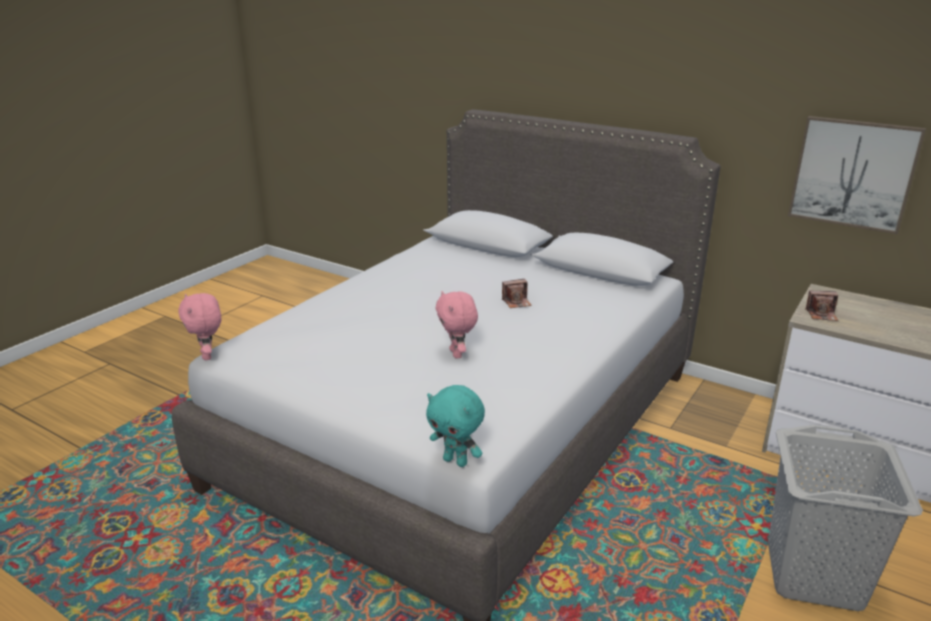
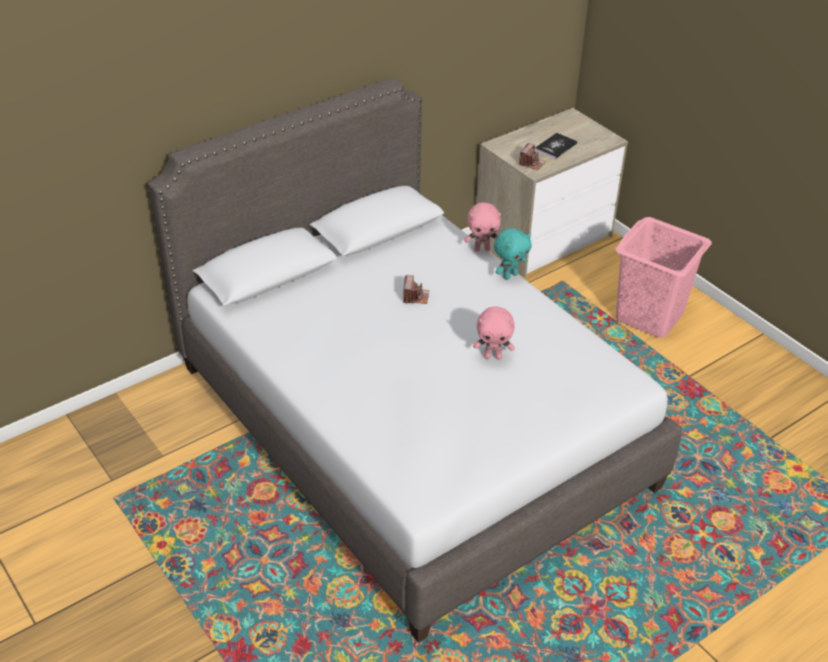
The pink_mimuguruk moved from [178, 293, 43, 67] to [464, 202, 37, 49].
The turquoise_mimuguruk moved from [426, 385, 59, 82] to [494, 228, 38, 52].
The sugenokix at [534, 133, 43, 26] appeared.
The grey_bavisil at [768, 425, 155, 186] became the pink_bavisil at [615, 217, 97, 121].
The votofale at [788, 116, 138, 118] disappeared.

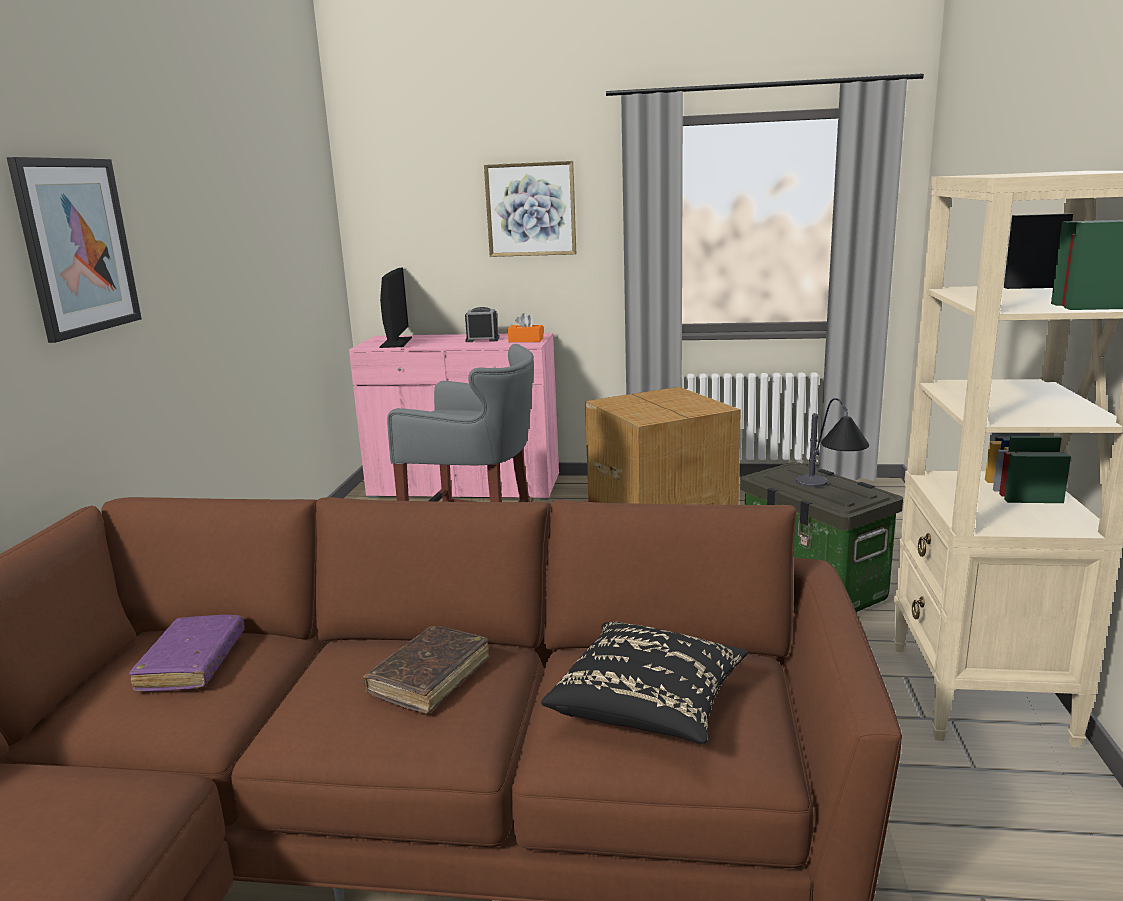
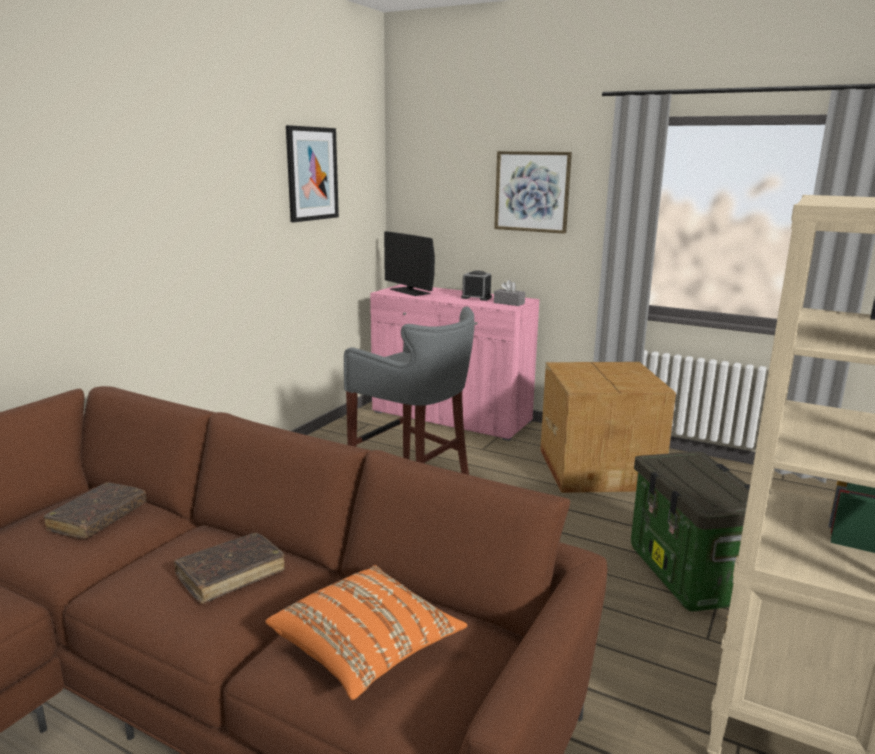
The purple_sugenokix at [129, 615, 116, 77] became the brown_sugenokix at [43, 482, 103, 57].
The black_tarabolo at [541, 622, 207, 122] became the orange_tarabolo at [265, 565, 202, 135].
The votofale moved from [7, 157, 135, 186] to [286, 125, 53, 97].
The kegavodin at [379, 268, 33, 80] turned 120 degrees clockwise.
The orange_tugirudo at [508, 313, 35, 29] became the grey_tugirudo at [494, 280, 31, 26].
The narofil at [796, 398, 73, 89] disappeared.

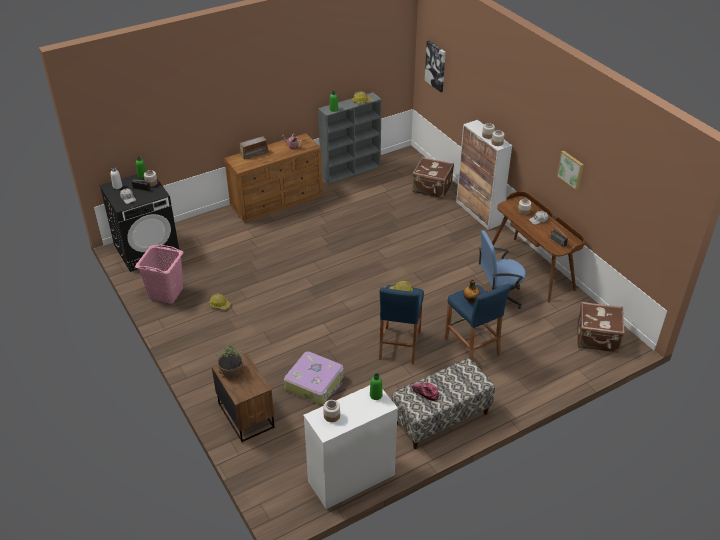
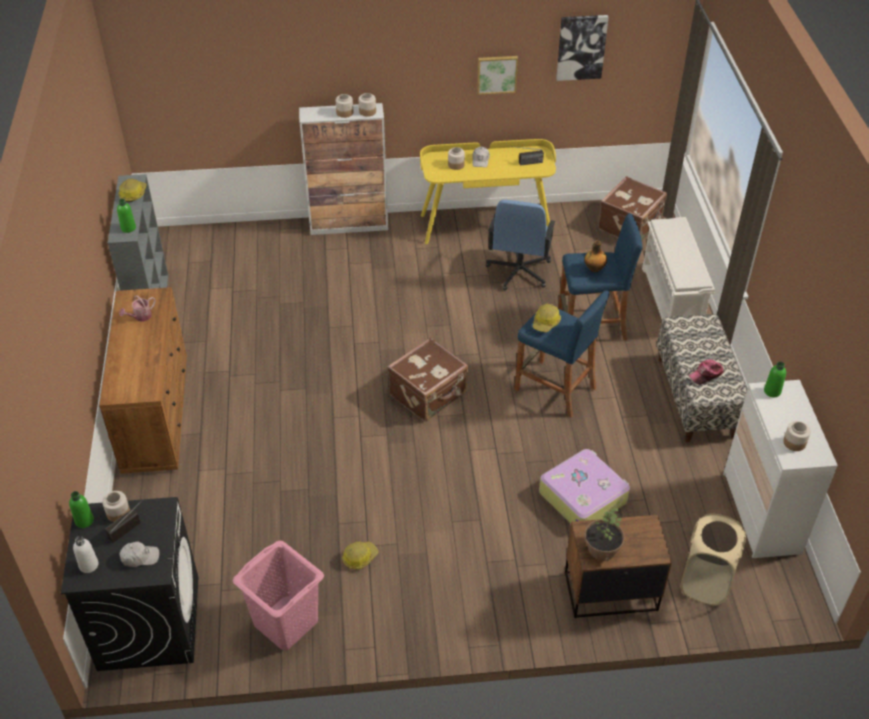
The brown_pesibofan moved from [412, 157, 42, 41] to [387, 338, 81, 83].
The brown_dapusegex at [492, 191, 93, 112] became the yellow_dapusegex at [420, 139, 136, 105].
The votofale moved from [425, 40, 21, 52] to [556, 15, 53, 66].
The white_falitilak at [642, 217, 73, 103] appeared.
The beige_bavisil at [680, 513, 66, 93] appeared.
The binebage at [240, 136, 29, 24] disappeared.

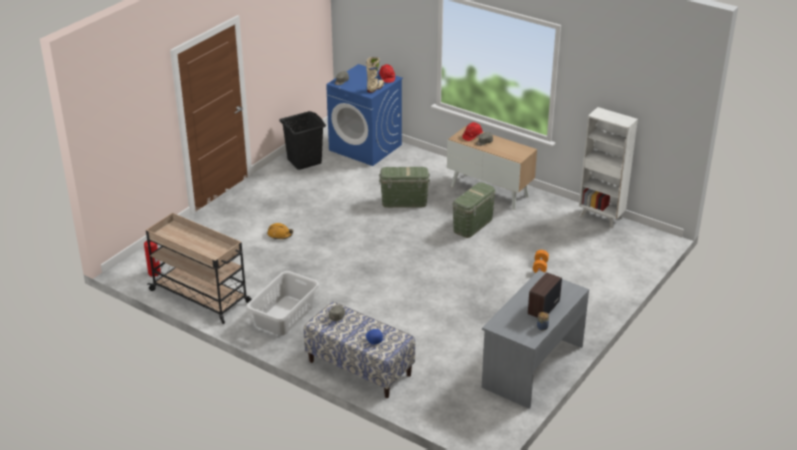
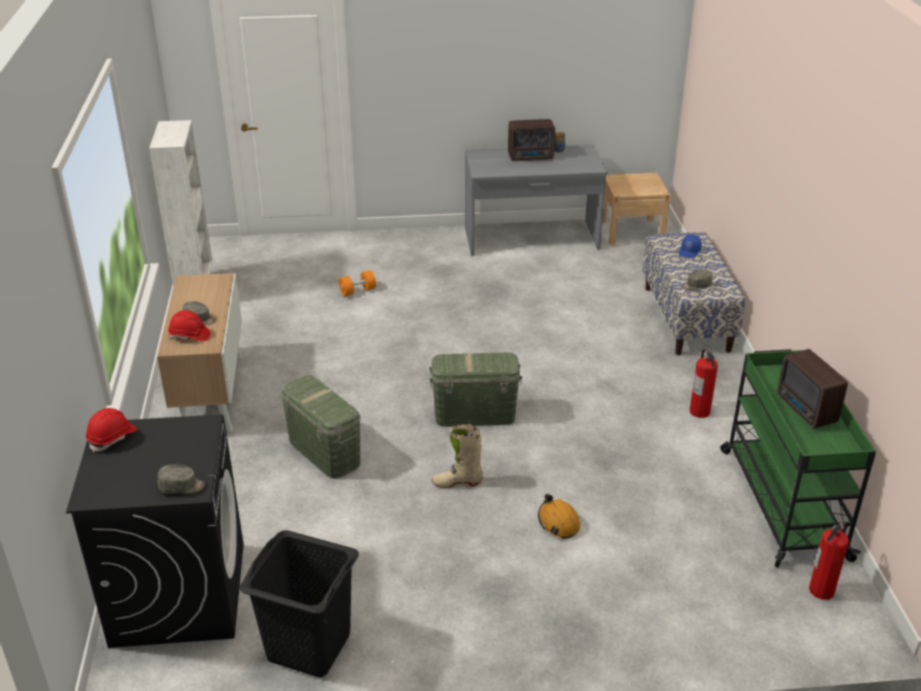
The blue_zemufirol at [326, 64, 77, 102] became the black_zemufirol at [66, 414, 178, 234].
The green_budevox moved from [453, 182, 43, 56] to [429, 352, 93, 75].
The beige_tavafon moved from [366, 57, 18, 36] to [432, 424, 51, 64].
The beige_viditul at [602, 173, 68, 72] appeared.
The grey_bavisil at [246, 271, 74, 64] was replaced by the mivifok at [690, 349, 28, 69].
The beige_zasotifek at [146, 213, 106, 111] became the green_zasotifek at [721, 349, 155, 218].
The binebage at [777, 349, 71, 79] appeared.

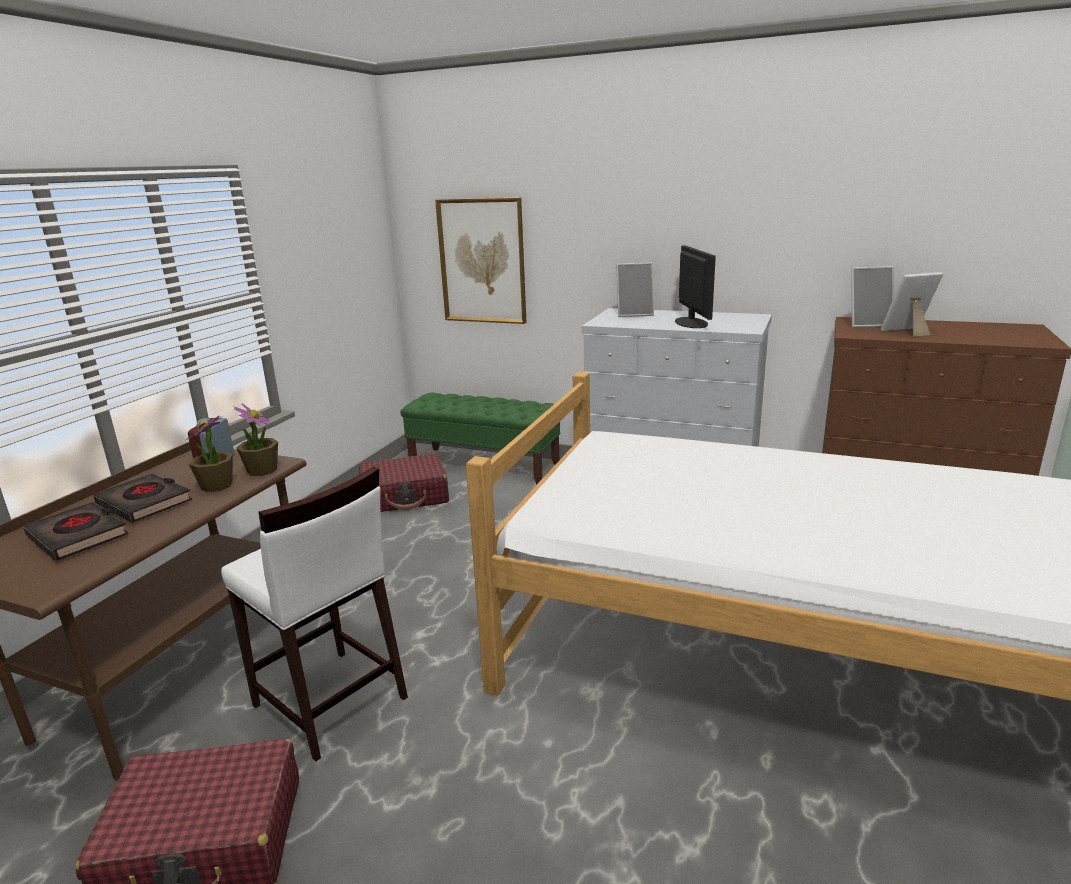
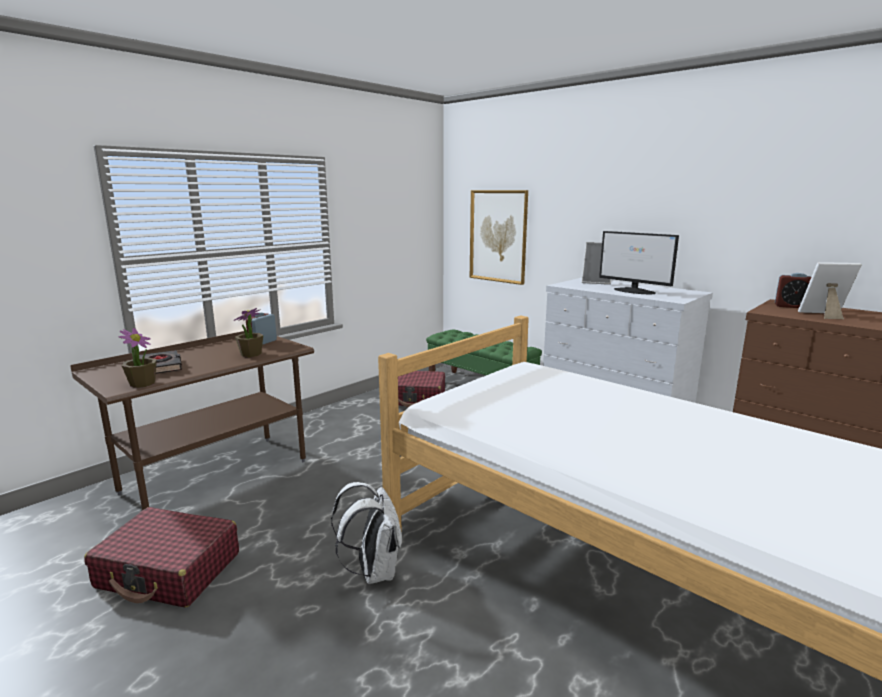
The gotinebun moved from [234, 403, 44, 73] to [118, 328, 39, 60].
The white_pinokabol at [331, 482, 71, 102] appeared.
The kegavodin at [675, 245, 41, 83] turned 120 degrees clockwise.
The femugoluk at [851, 266, 43, 62] was replaced by the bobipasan at [775, 273, 37, 35].
The black_sugenokix at [93, 474, 99, 49] disappeared.
The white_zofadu at [221, 466, 187, 295] disappeared.

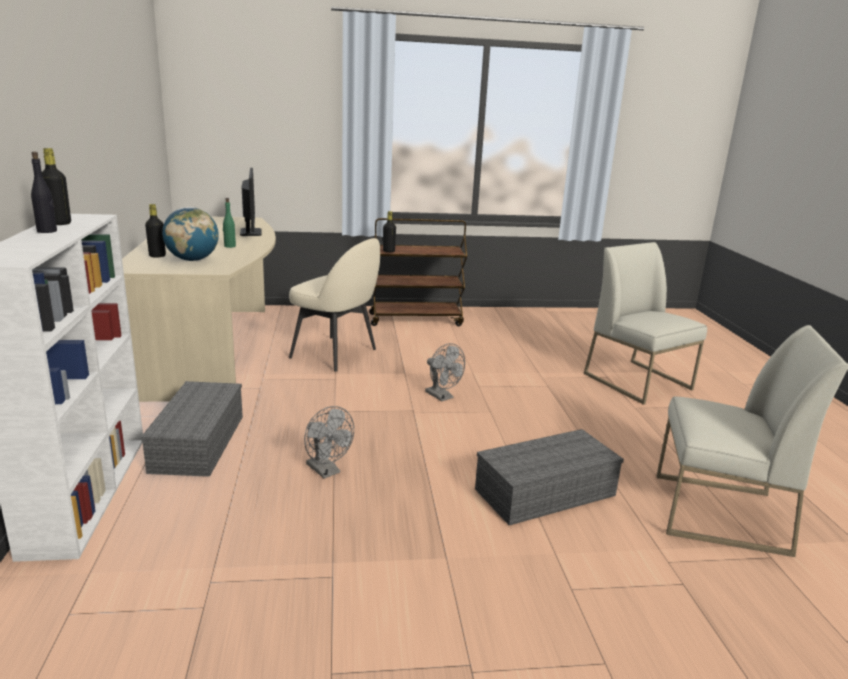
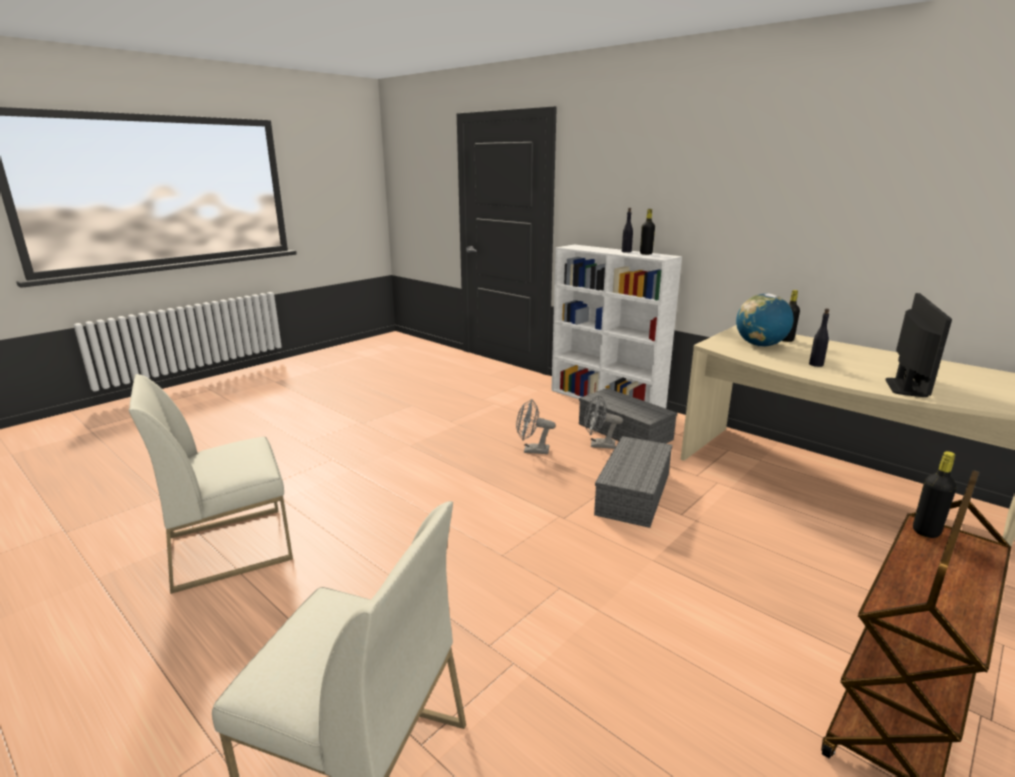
The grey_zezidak moved from [425, 343, 40, 58] to [584, 394, 39, 55].
The grey_budevox moved from [475, 429, 149, 96] to [594, 436, 78, 92].
The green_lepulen at [223, 198, 13, 50] became the black_lepulen at [809, 308, 20, 59].
The kegavodin at [240, 168, 22, 68] turned 105 degrees counterclockwise.
The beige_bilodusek at [289, 238, 91, 134] disappeared.

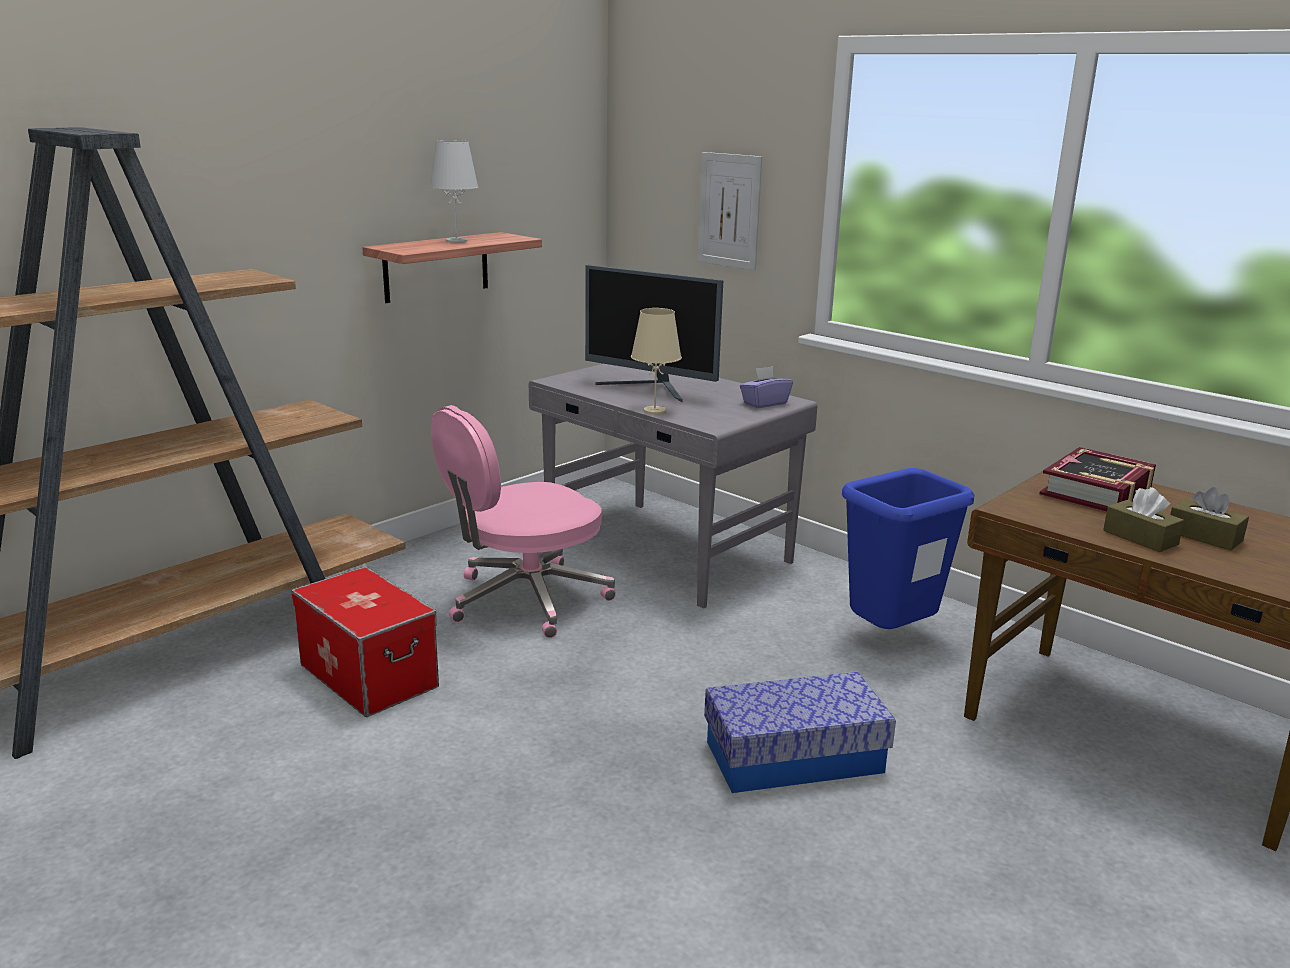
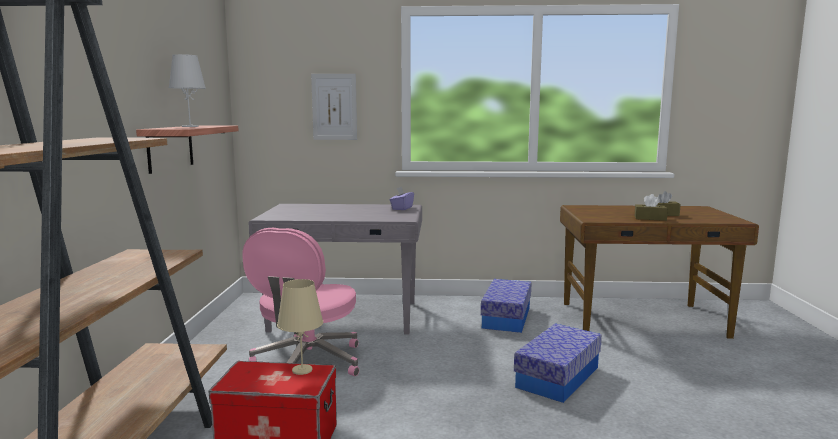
The beige_narofil moved from [631, 308, 51, 106] to [277, 279, 46, 96].
The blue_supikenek at [842, 468, 132, 161] was replaced by the budevox at [481, 279, 50, 54].
The kegavodin at [585, 265, 138, 138] disappeared.
The sugenokix at [1039, 447, 117, 65] disappeared.

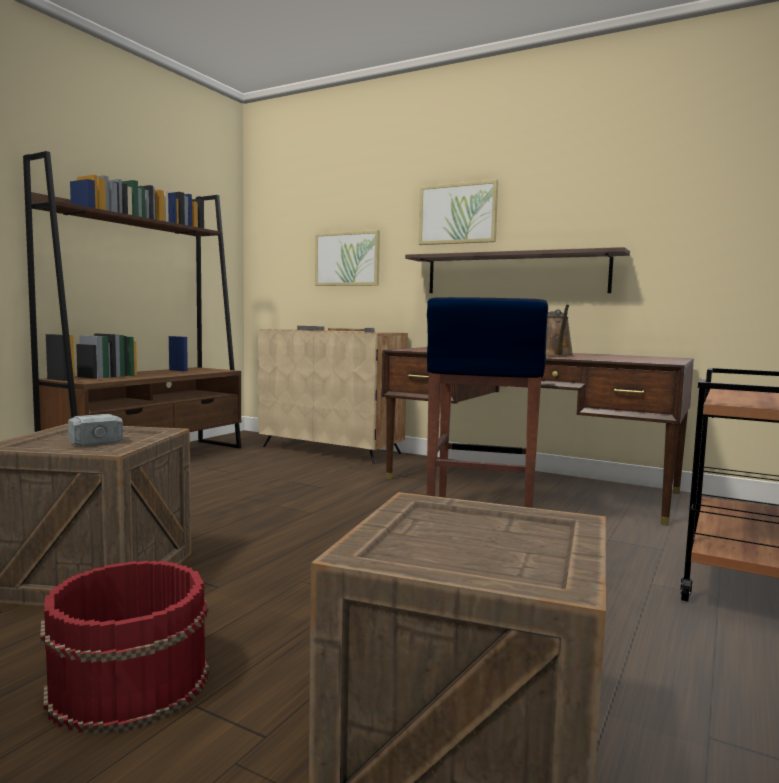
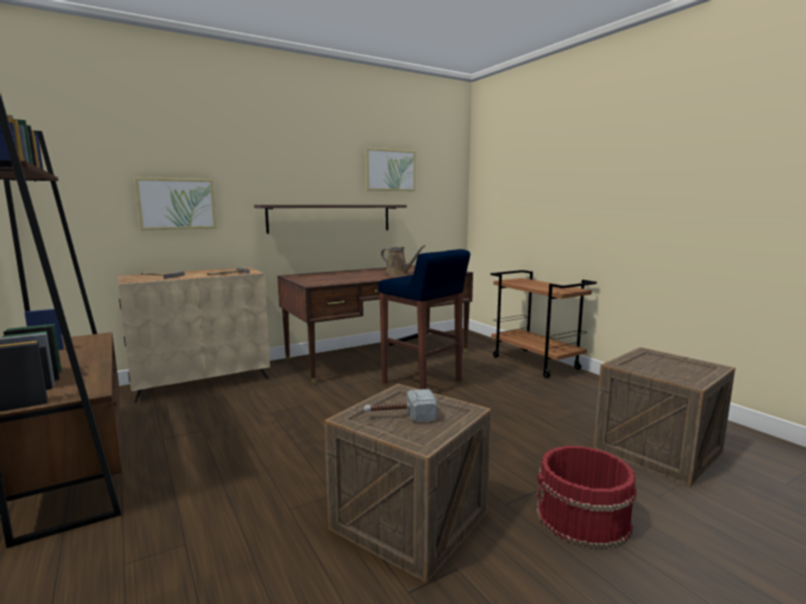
The votofale moved from [419, 179, 79, 66] to [365, 147, 51, 44].

